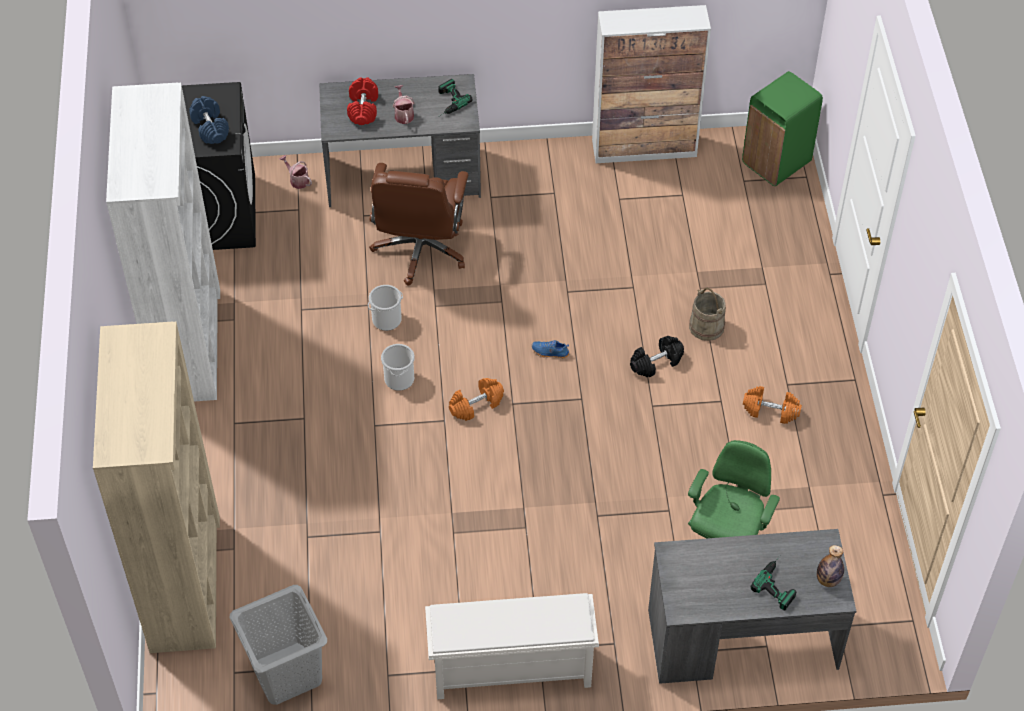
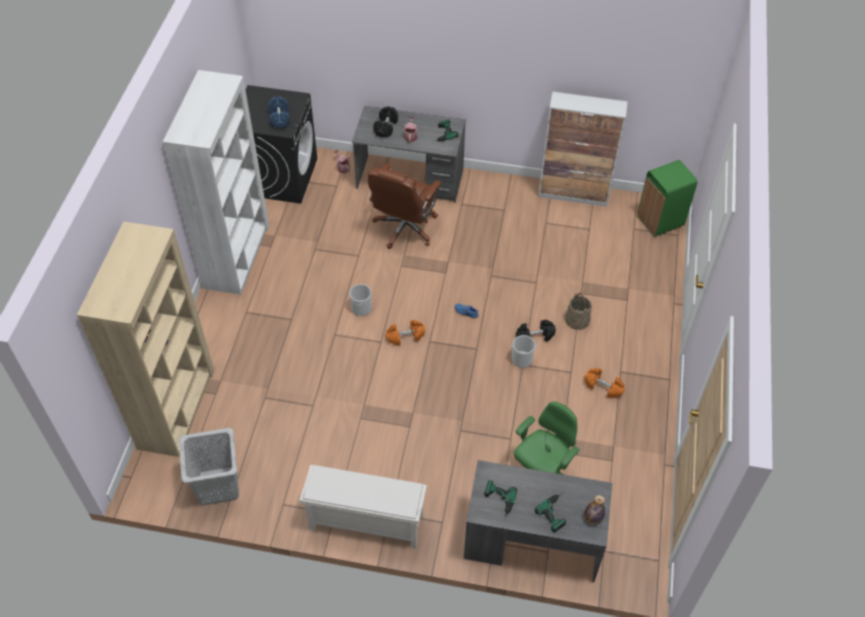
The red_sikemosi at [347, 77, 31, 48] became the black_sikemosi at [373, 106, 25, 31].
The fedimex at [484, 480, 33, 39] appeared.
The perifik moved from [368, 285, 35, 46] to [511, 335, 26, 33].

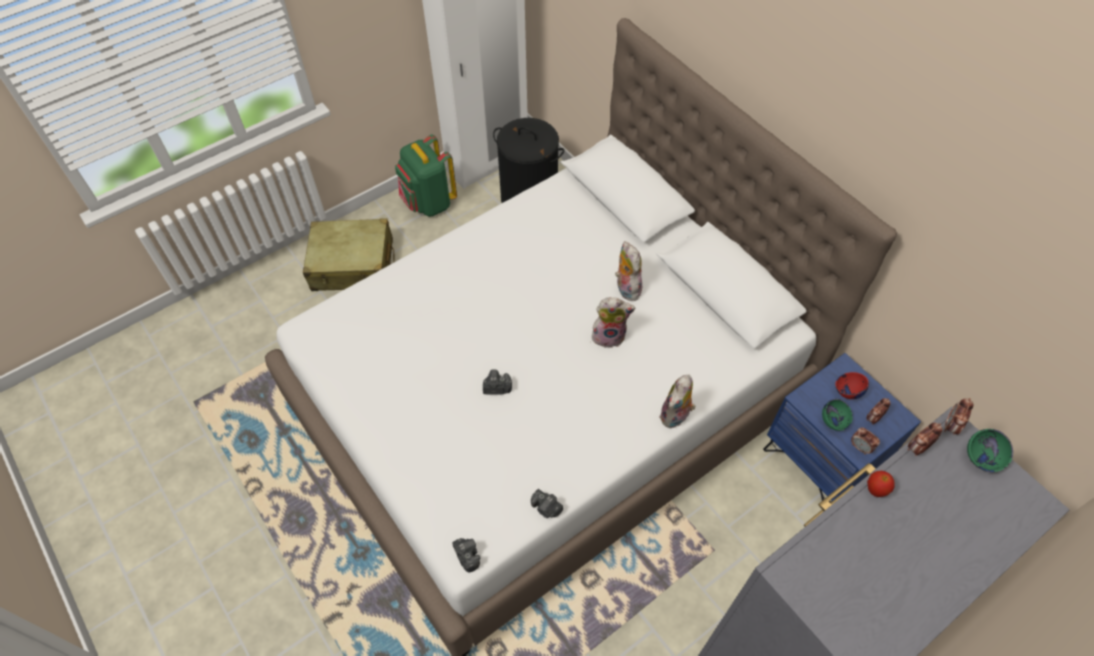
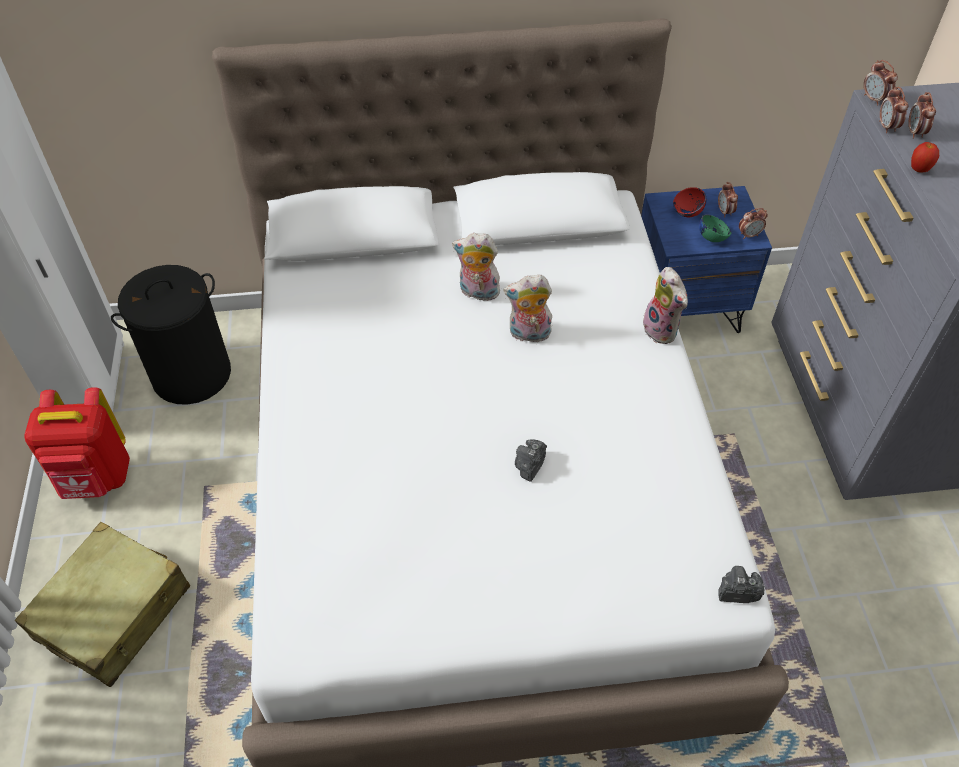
The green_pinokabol at [395, 134, 62, 83] became the red_pinokabol at [24, 387, 106, 112].
The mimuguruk at [592, 297, 43, 51] turned 120 degrees counterclockwise.
The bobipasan at [908, 92, 28, 47] appeared.
The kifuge at [531, 489, 32, 29] disappeared.
The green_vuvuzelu at [967, 429, 46, 43] disappeared.

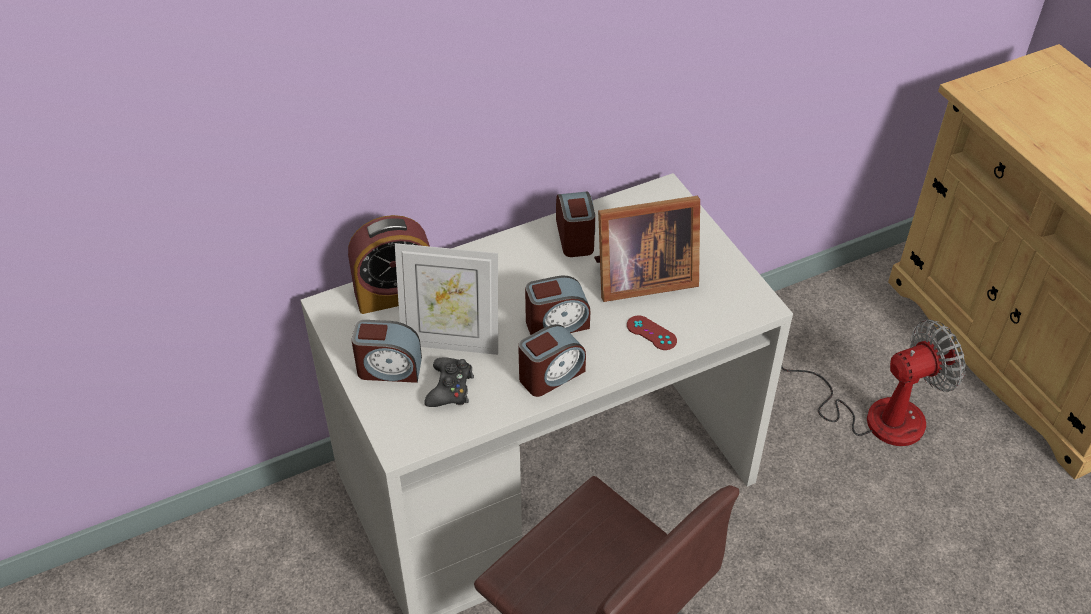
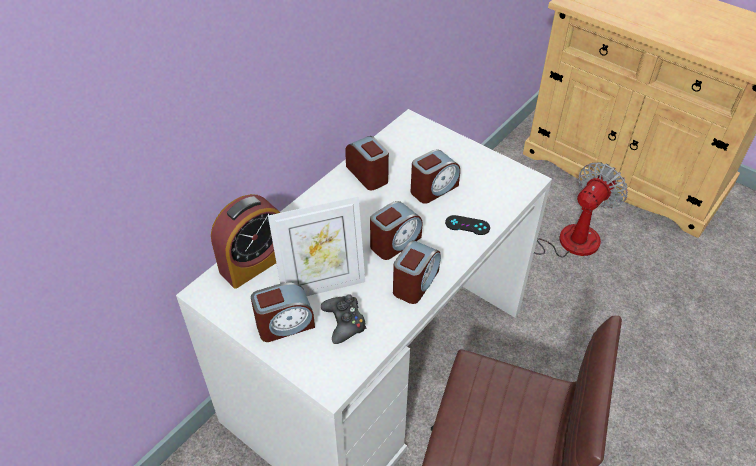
The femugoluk at [594, 196, 106, 106] was replaced by the bobipasan at [411, 149, 49, 55].
The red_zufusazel at [627, 315, 50, 35] became the black_zufusazel at [445, 215, 45, 20].

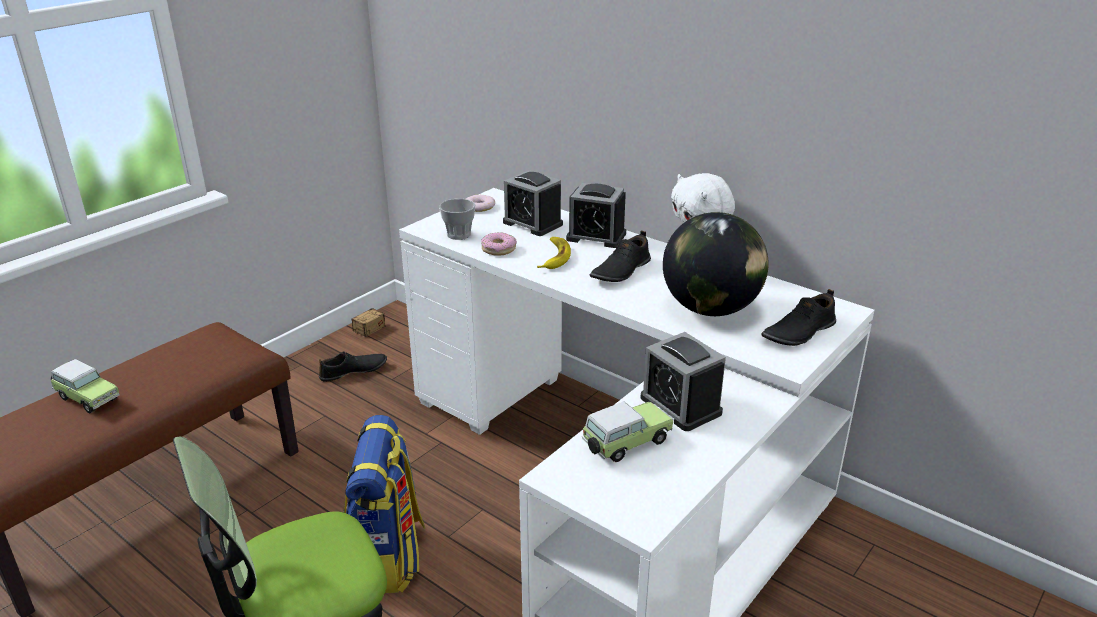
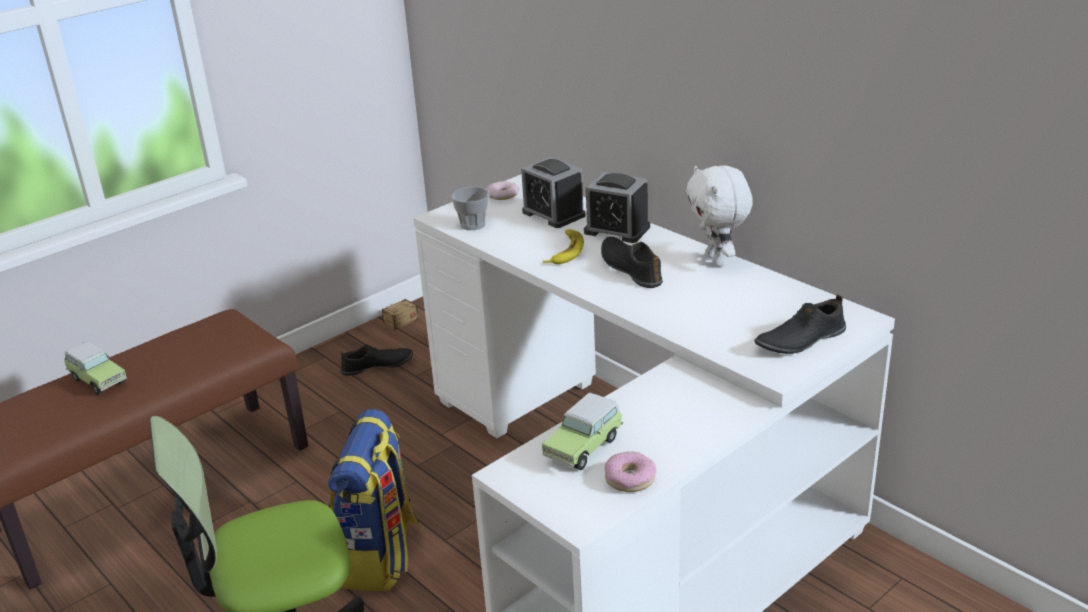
The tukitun at [582, 401, 91, 61] turned 150 degrees clockwise.
The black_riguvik at [590, 231, 61, 51] turned 105 degrees clockwise.
The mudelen moved from [481, 232, 36, 24] to [605, 451, 52, 41].
The bobipasan at [641, 332, 85, 99] disappeared.
The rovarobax at [663, 212, 106, 104] disappeared.

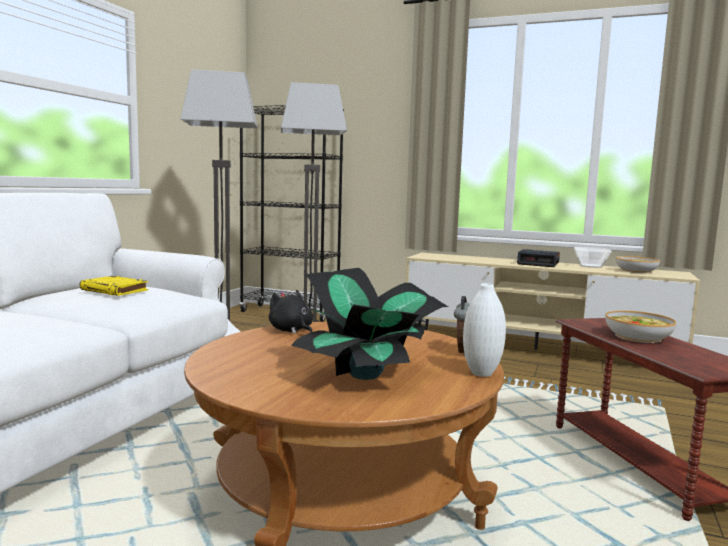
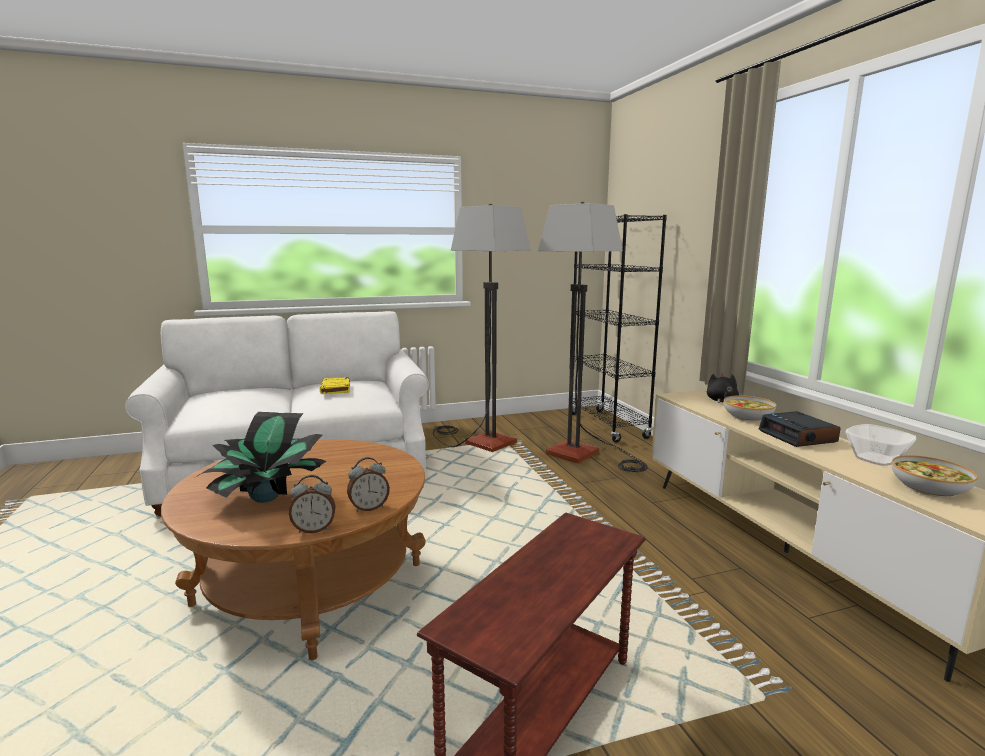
The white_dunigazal at [463, 283, 43, 94] was replaced by the bobipasan at [289, 475, 47, 58].
The black_mimuguruk moved from [269, 290, 44, 44] to [707, 374, 32, 29].
The vuvuzelu moved from [605, 311, 71, 32] to [724, 395, 52, 27].

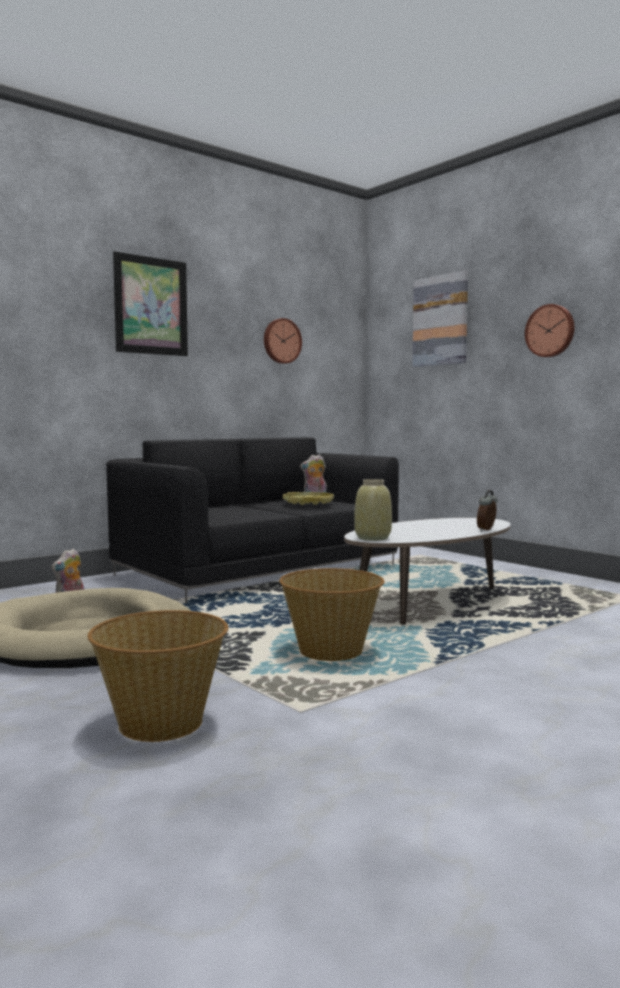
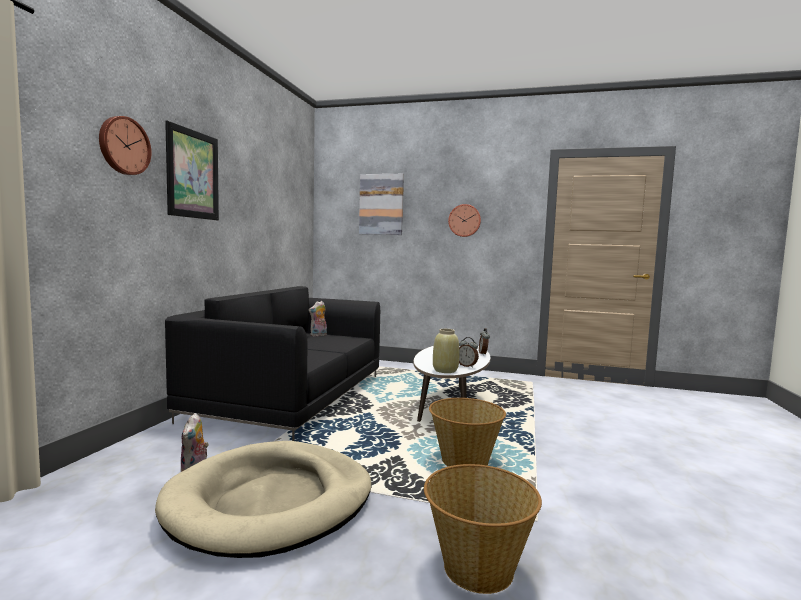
The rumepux moved from [264, 318, 38, 46] to [99, 116, 52, 59].
The bobipasan at [459, 337, 20, 31] appeared.
The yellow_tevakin at [283, 492, 51, 13] disappeared.

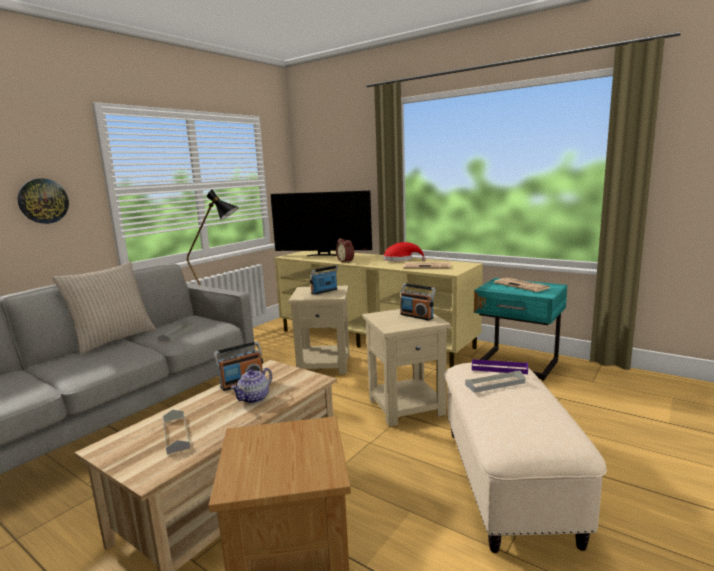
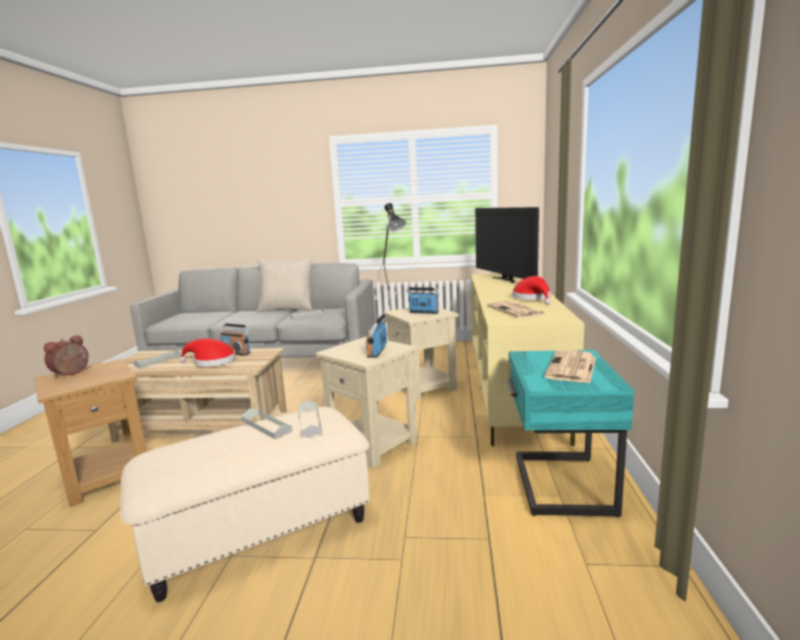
The bobipasan moved from [336, 238, 18, 25] to [44, 335, 45, 43].
The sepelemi at [231, 368, 41, 35] was replaced by the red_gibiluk at [179, 338, 57, 29].
The purple_tevakin at [472, 358, 56, 16] became the grey_tevakin at [298, 400, 25, 37].
The rumepux at [18, 178, 51, 46] disappeared.

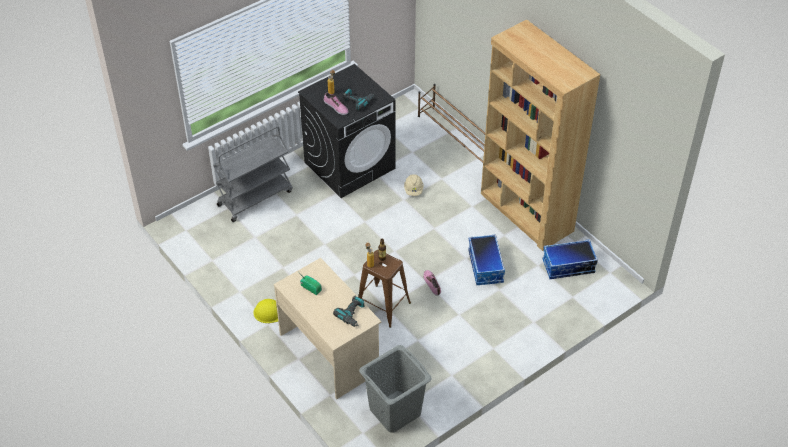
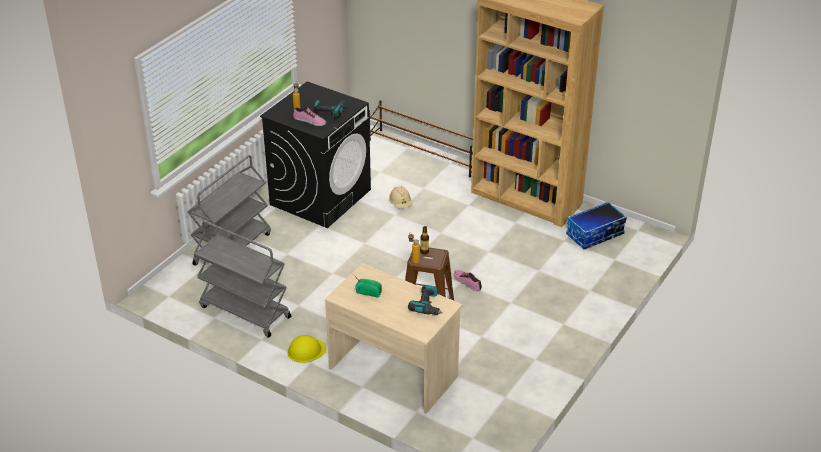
The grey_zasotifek at [194, 221, 97, 117] appeared.
The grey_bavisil at [359, 345, 73, 88] disappeared.
The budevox at [468, 234, 37, 51] disappeared.

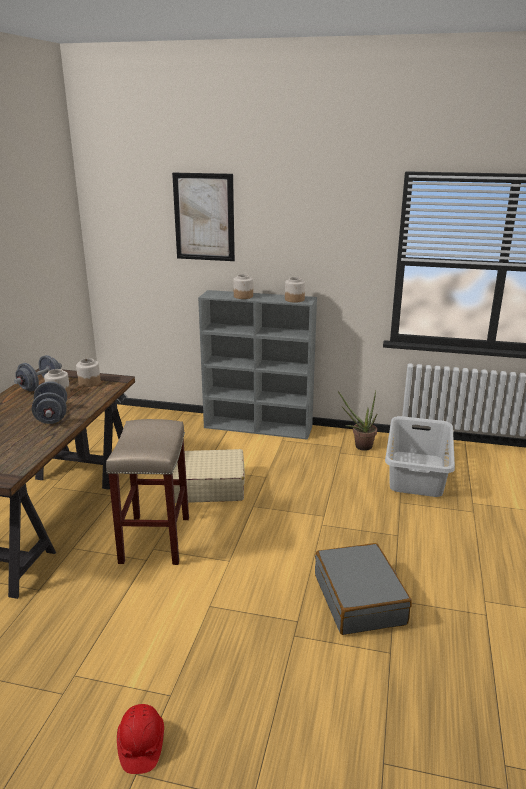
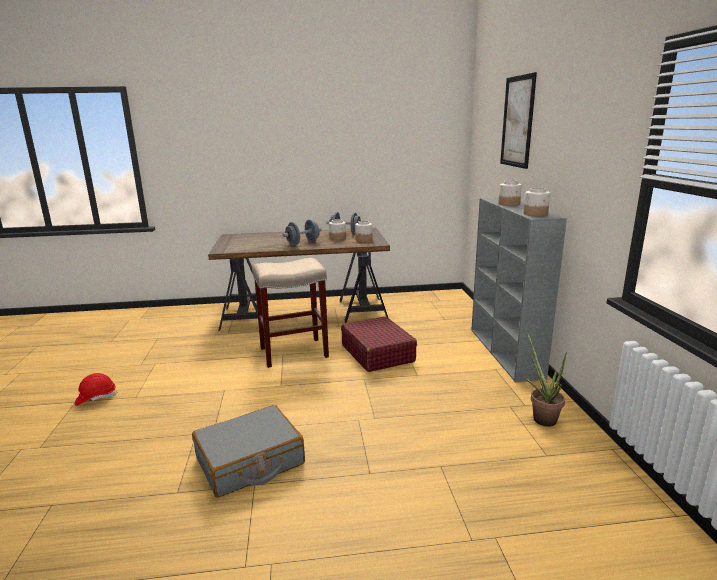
The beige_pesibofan at [173, 449, 72, 54] became the red_pesibofan at [341, 316, 76, 56].
The grey_bavisil at [385, 416, 70, 81] disappeared.

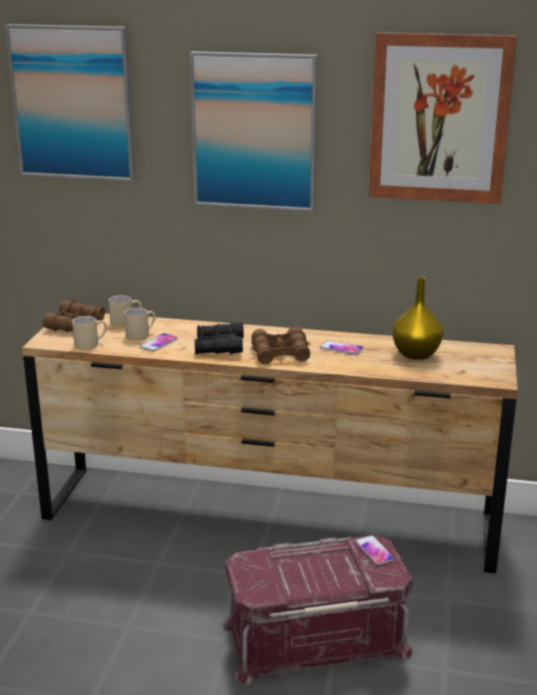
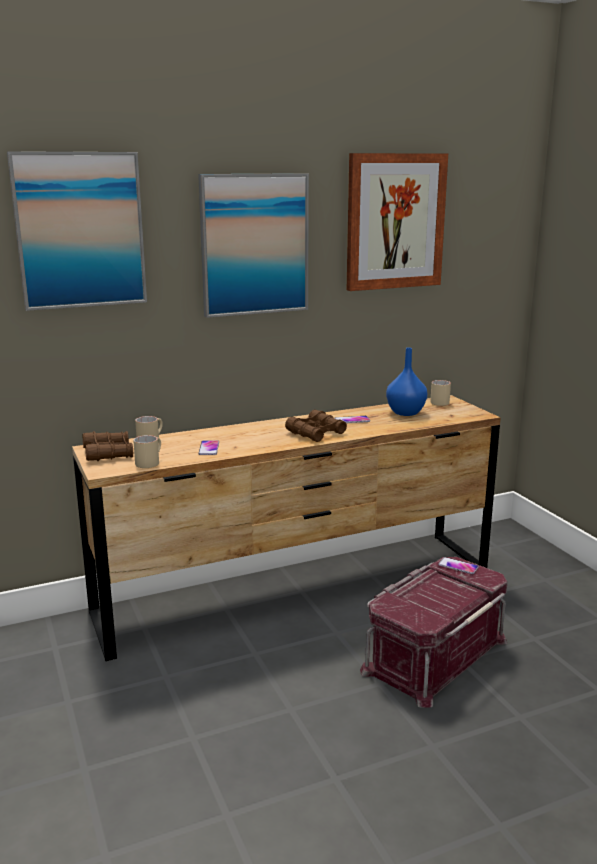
The yellow_dunigazal at [392, 277, 51, 83] became the blue_dunigazal at [386, 347, 42, 69].
The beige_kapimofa moved from [124, 308, 32, 33] to [430, 380, 21, 26].
The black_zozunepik at [195, 322, 49, 32] disappeared.

